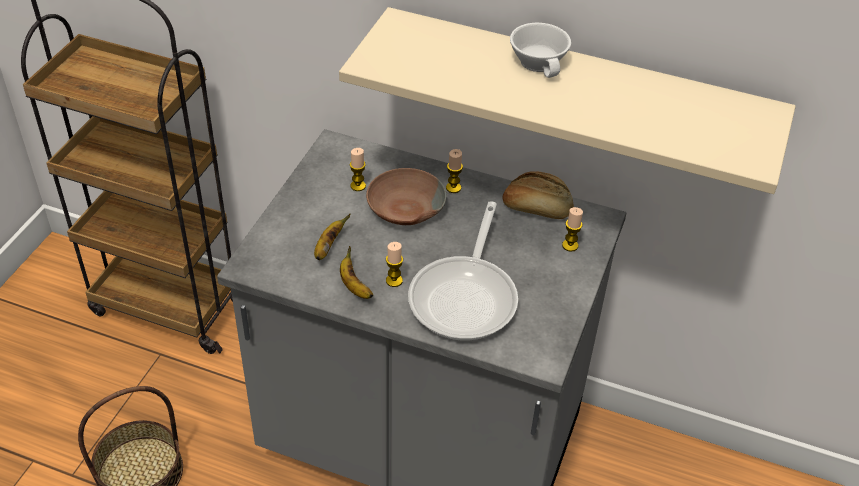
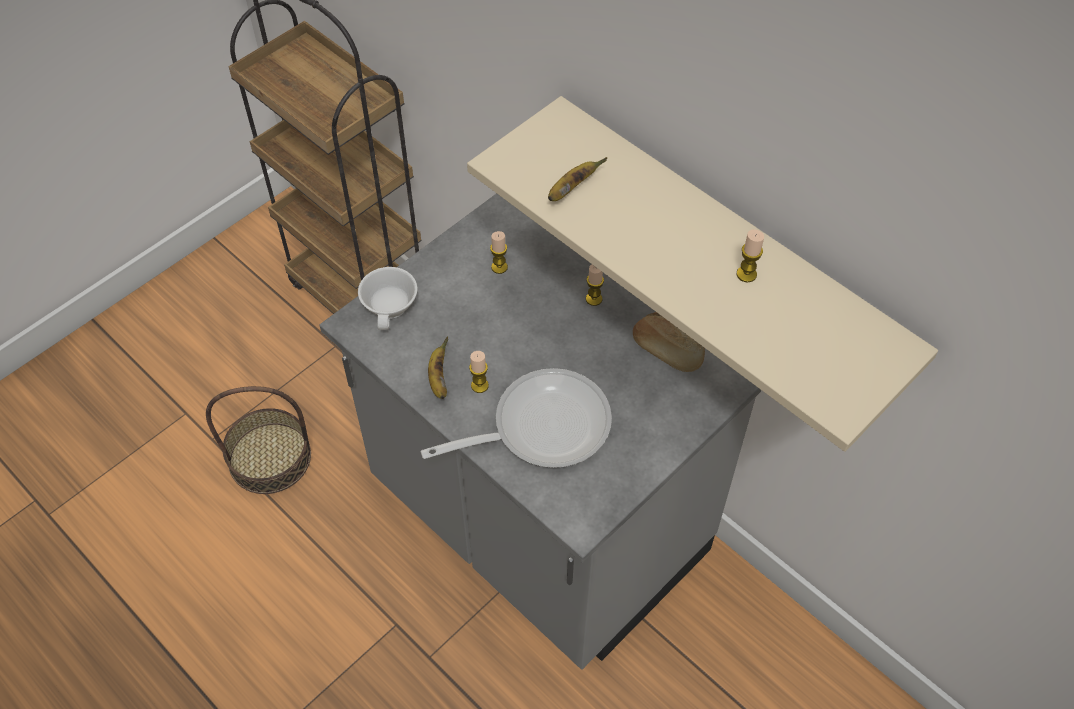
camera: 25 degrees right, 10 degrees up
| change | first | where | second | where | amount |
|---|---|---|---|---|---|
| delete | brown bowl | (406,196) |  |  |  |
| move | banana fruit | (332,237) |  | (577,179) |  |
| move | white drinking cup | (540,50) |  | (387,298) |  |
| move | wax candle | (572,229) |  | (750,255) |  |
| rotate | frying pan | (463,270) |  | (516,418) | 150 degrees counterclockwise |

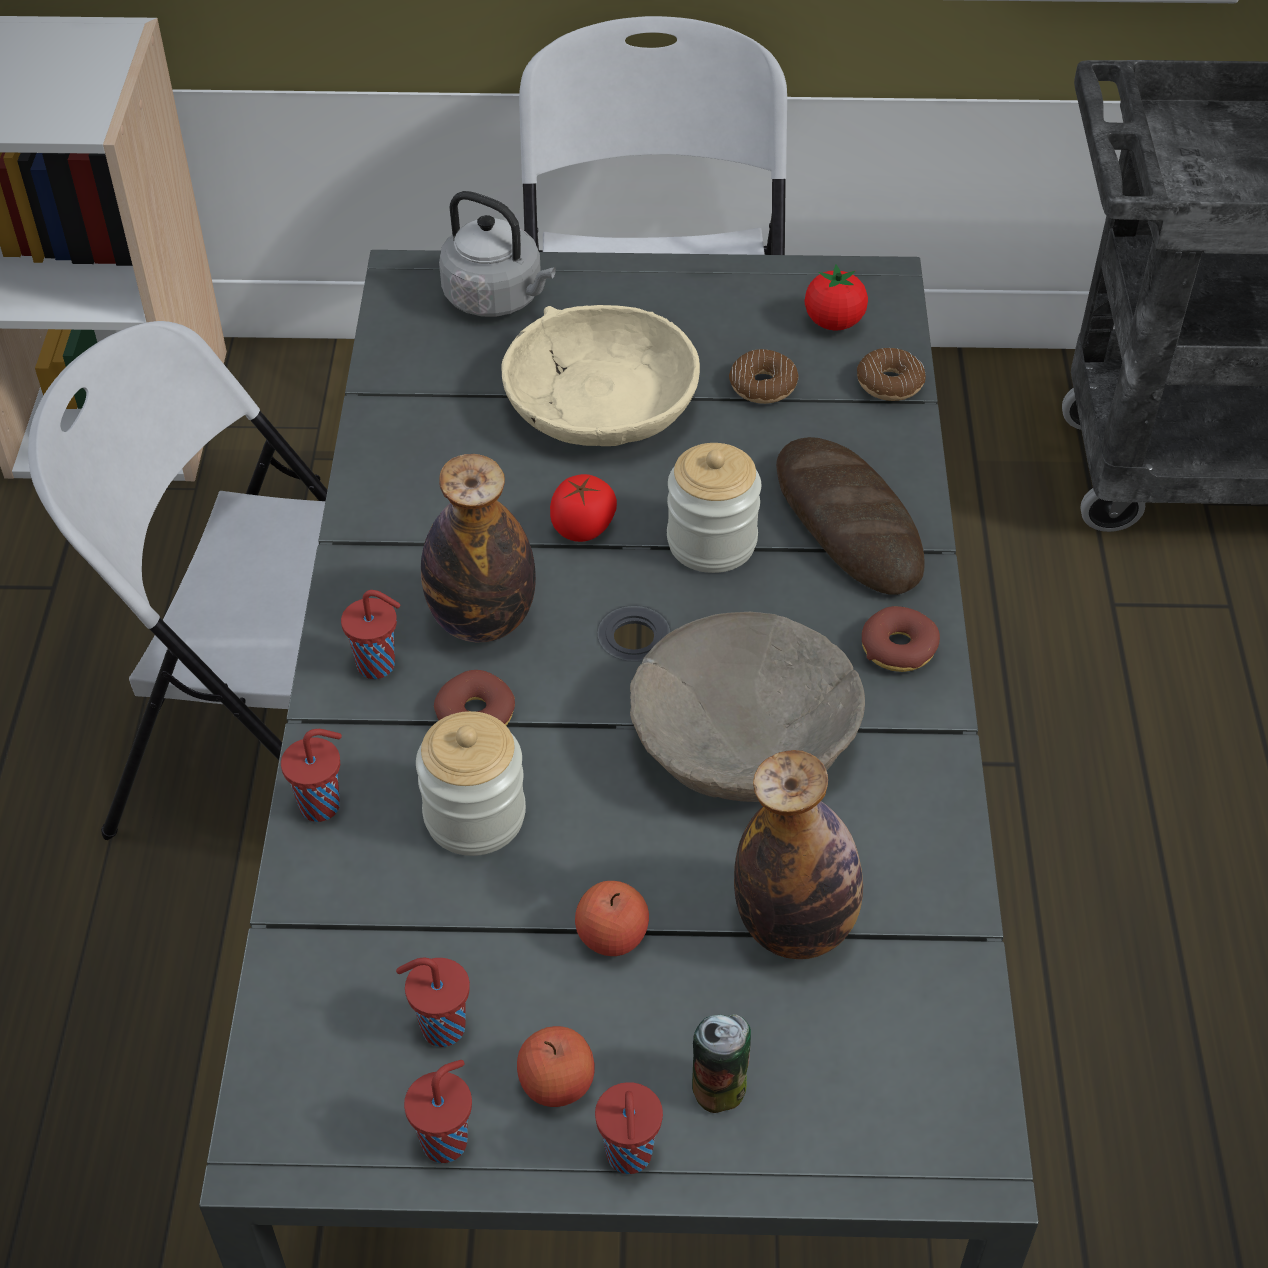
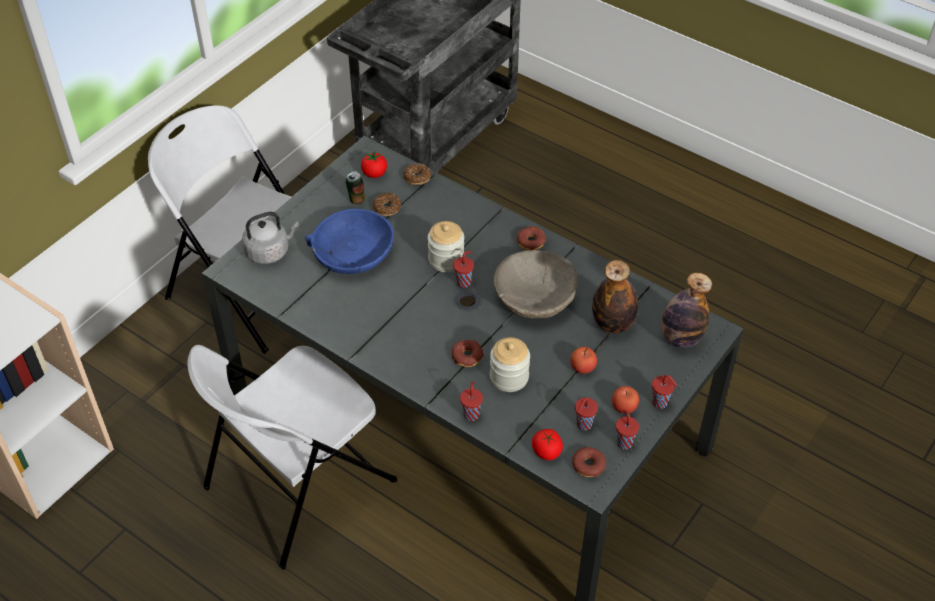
camera: 55 degrees left, 0 degrees up
| change | first | where | second | where | amount |
|---|---|---|---|---|---|
| delete | bakery bread | (850,516) |  |  |  |
| insert |  |  | donut | (589,462) |  |
| move | red drinking cup | (370,634) |  | (463,269) |  |
| move | bottle | (478,548) |  | (687,310) |  |
| move | tomato | (583,508) |  | (547,444) |  |
| move | sealed can | (721,1063) |  | (355,187) |  |
| recolor | sand-coloured bowl | (600,375) | blue-coloured bowl | (349,241) |  |

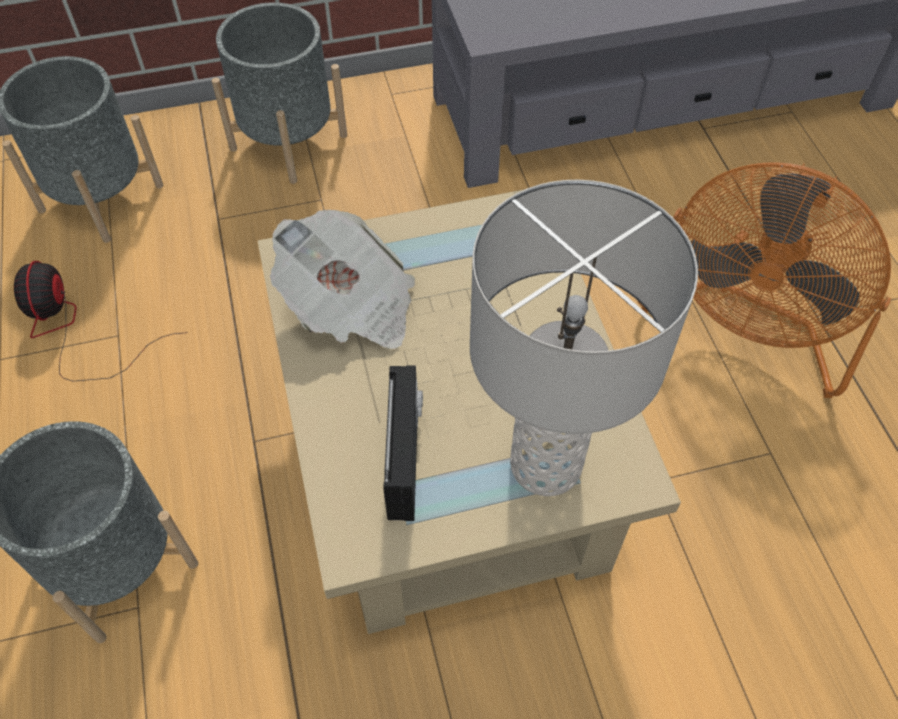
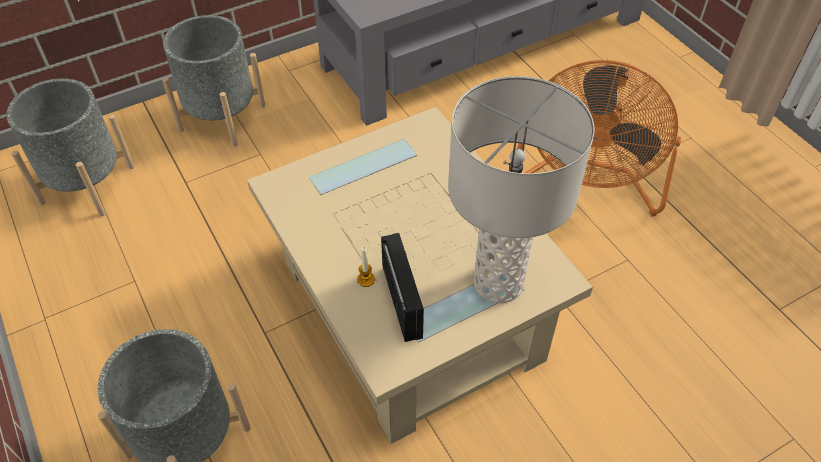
camera: 15 degrees left, 5 degrees down
| change | first | where | second | where | amount |
|---|---|---|---|---|---|
| delete | cooling fan | (101,321) |  |  |  |
| delete | newspaper | (342,279) |  |  |  |
| insert |  |  | wax candle | (366,267) |  |

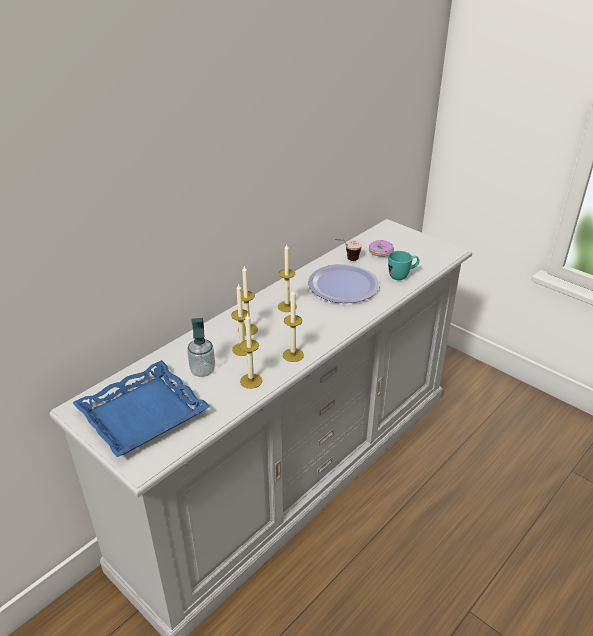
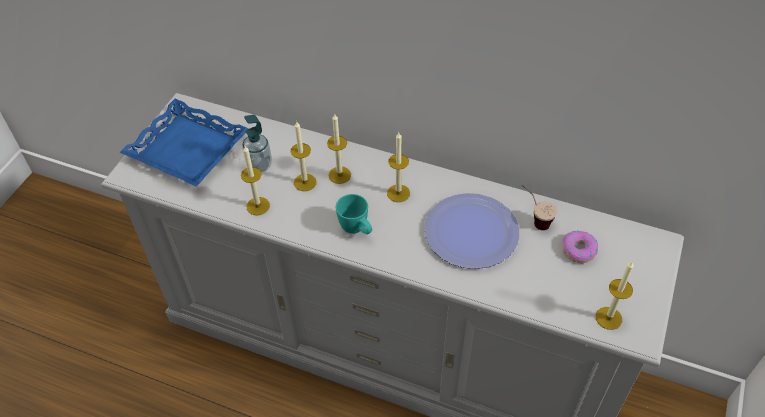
camera: 70 degrees right, 15 degrees up
| change | first | where | second | where | amount |
|---|---|---|---|---|---|
| move | wax candle | (293,326) |  | (615,296) |  |
| move | turquoise mug | (404,265) |  | (354,214) |  |

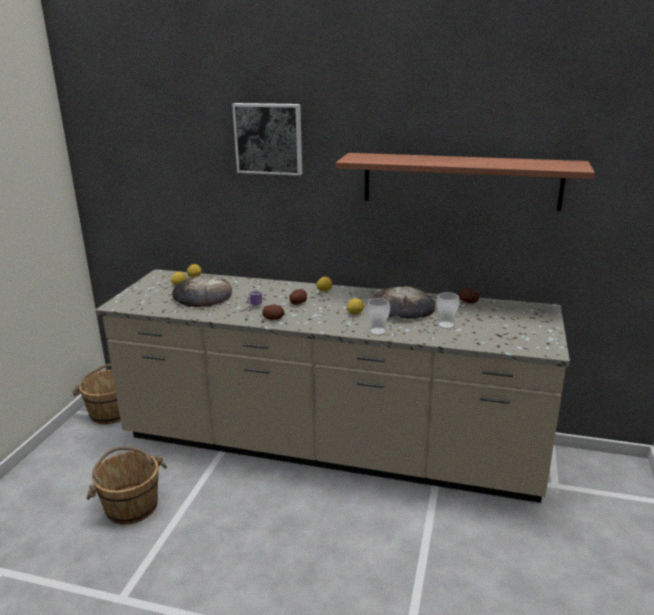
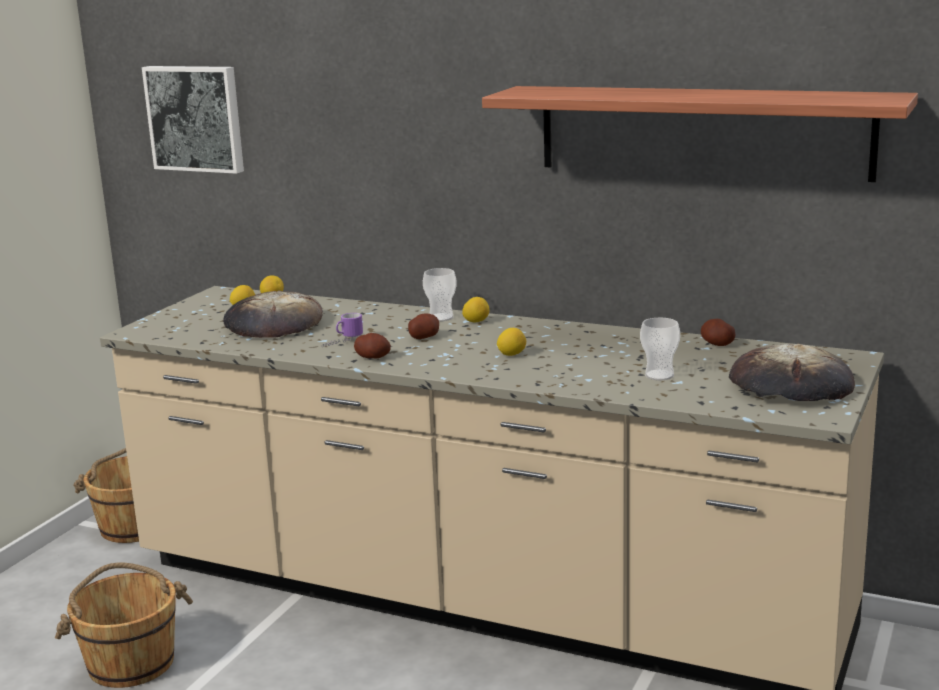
camera: 10 degrees right, 5 degrees down
| change | first | where | second | where | amount |
|---|---|---|---|---|---|
| move | picture | (267,139) |  | (193,120) |  |
| move | drinking cup | (378,316) |  | (440,294) |  |
| move | bakery bread | (403,302) |  | (792,372) |  |

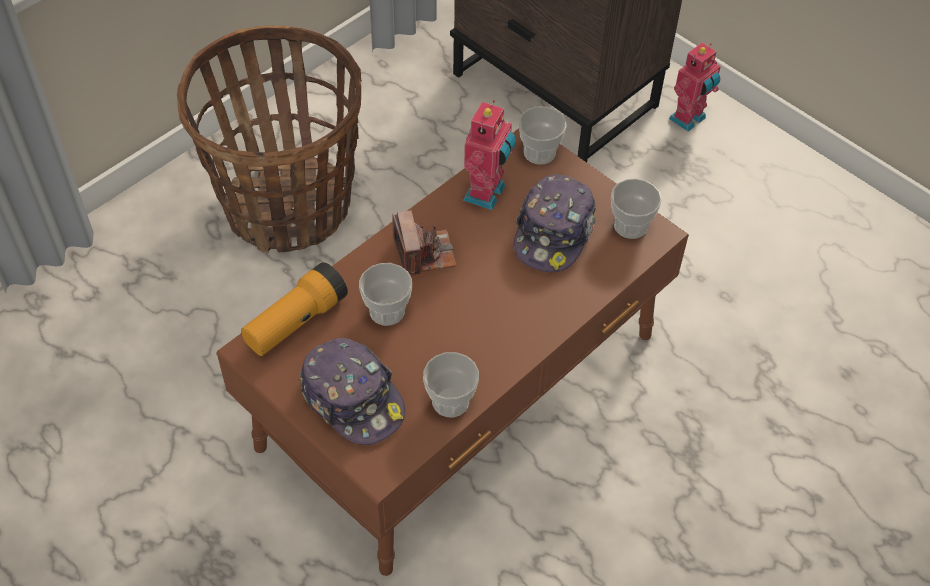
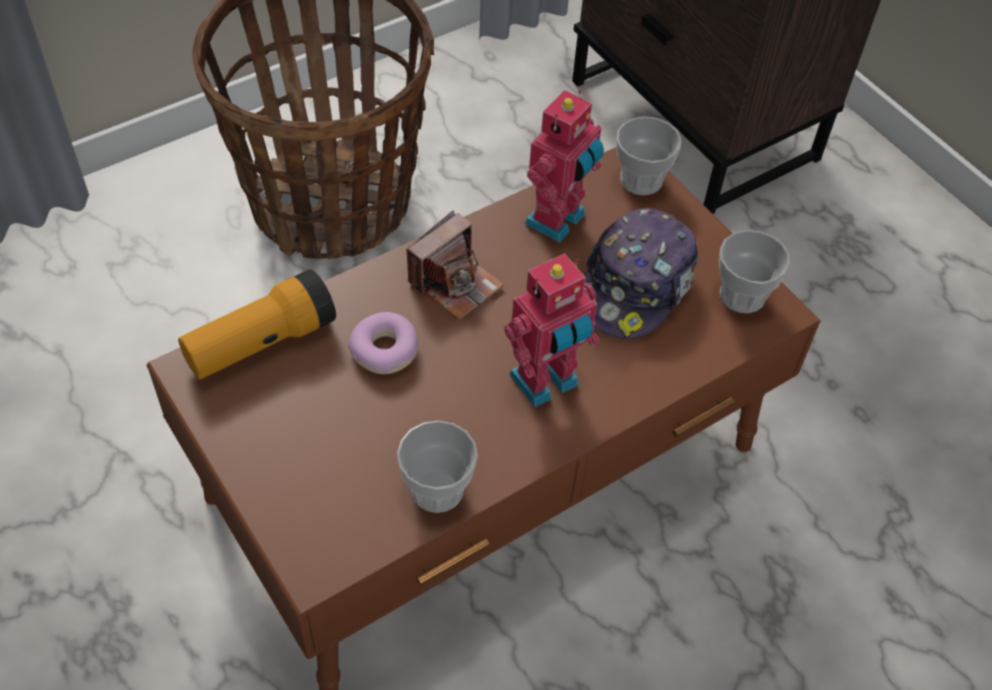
camera: 10 degrees right, 0 degrees up
| change | first | where | second | where | amount |
|---|---|---|---|---|---|
| delete | baseball cap | (352,391) |  |  |  |
| move | robot figure | (695,87) |  | (551,330) |  |
| replace | drinking cup | (385,294) | donut | (383,343) |  |
| rotate | photo camera | (424,244) |  | (455,265) | 45 degrees clockwise |

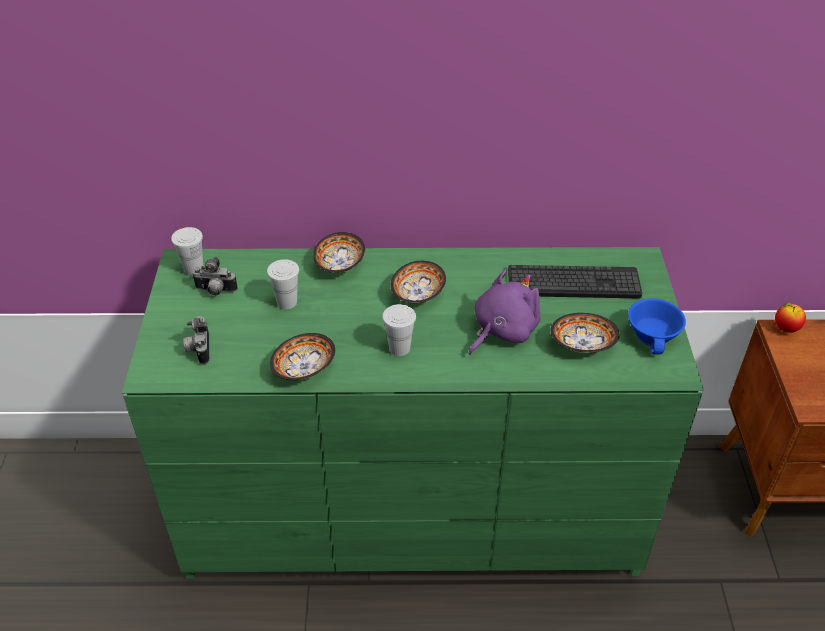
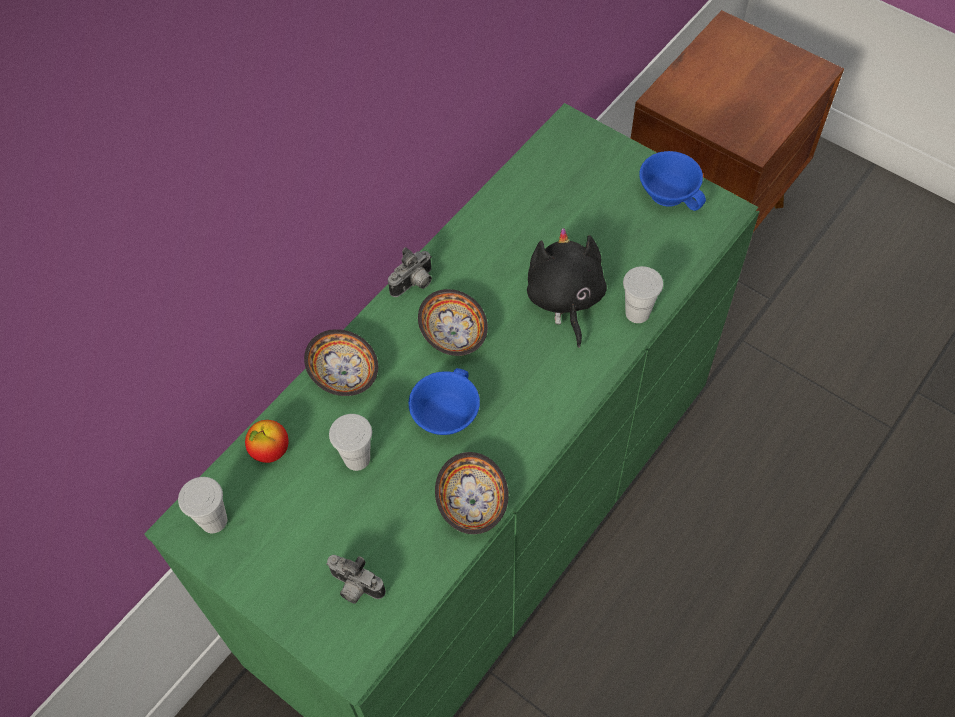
camera: 50 degrees left, 15 degrees up
| change | first | where | second | where | amount |
|---|---|---|---|---|---|
| delete | keyboard | (575,282) |  |  |  |
| delete | bowl | (585,333) |  |  |  |
| insert |  |  | blue-coloured drinking cup | (444,401) |  |
| move | photo camera | (215,276) |  | (410,272) |  |
| move | white drinking cup | (399,330) |  | (643,294) |  |
| move | whole apple | (790,317) |  | (267,441) |  |
| recolor | purple-coloured cuddly toy | (504,312) | blackish cuddly toy | (567,288) |  |

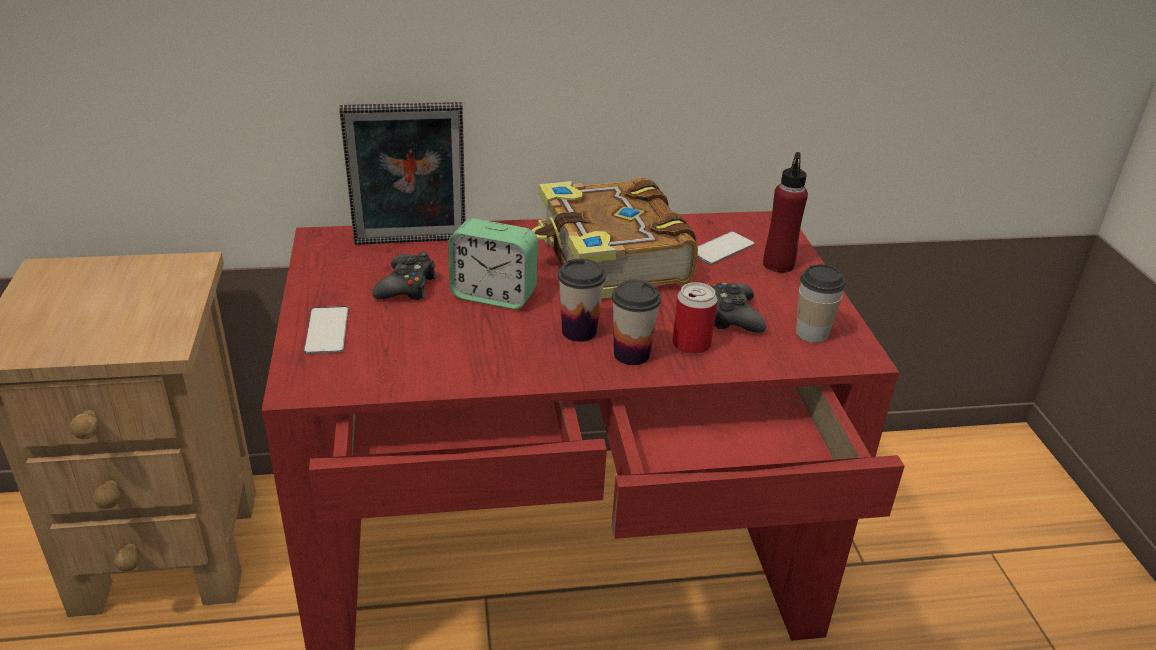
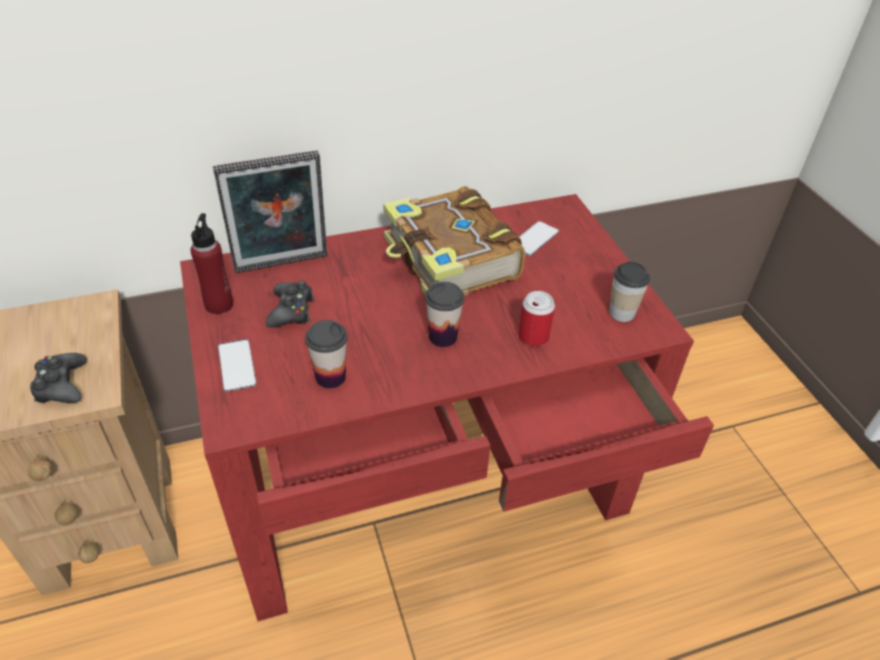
camera: 10 degrees left, 10 degrees up
| change | first | where | second | where | amount |
|---|---|---|---|---|---|
| delete | bedside clock | (493,264) |  |  |  |
| move | drinking cup | (636,322) |  | (326,354) |  |
| move | blackish joypad | (738,308) |  | (58,378) |  |
| move | red bottle | (785,212) |  | (212,263) |  |

